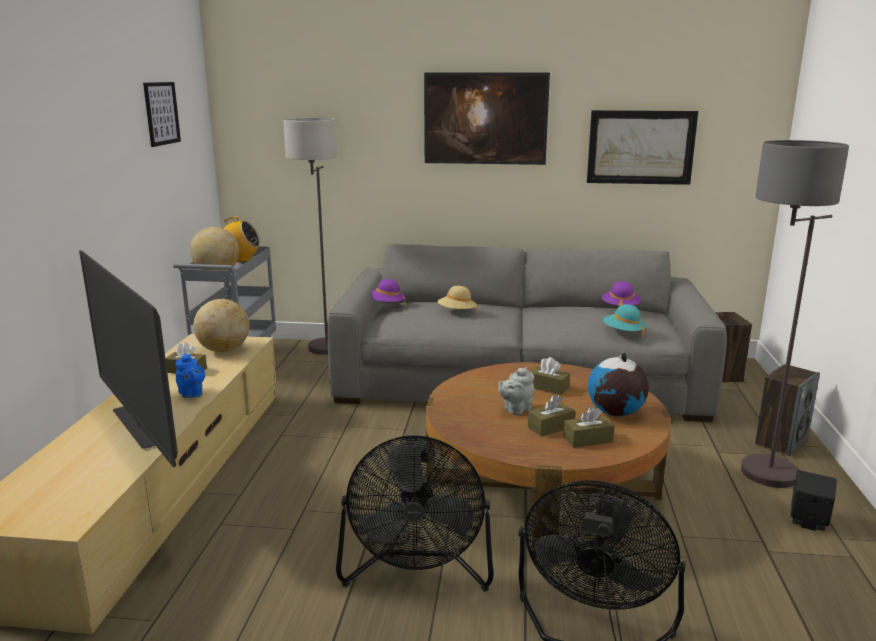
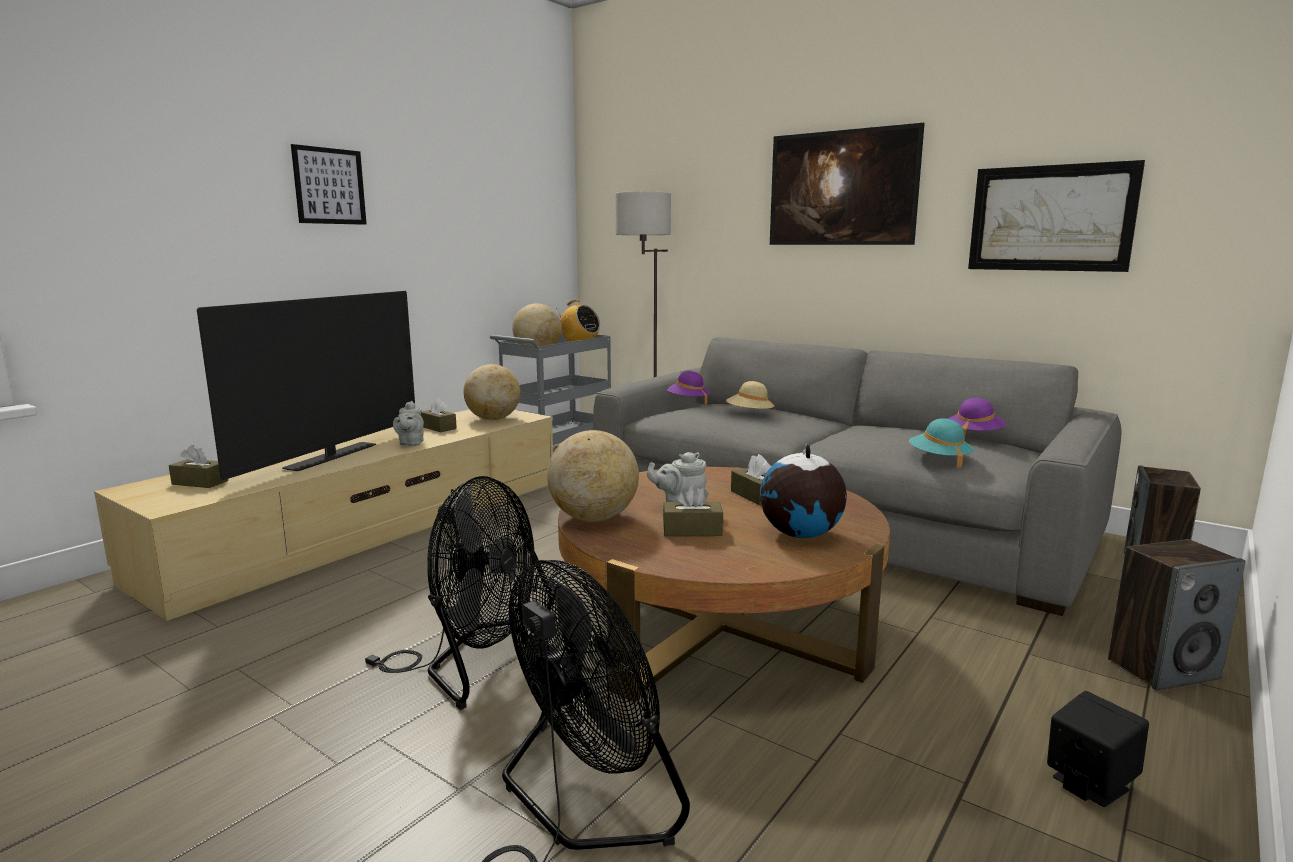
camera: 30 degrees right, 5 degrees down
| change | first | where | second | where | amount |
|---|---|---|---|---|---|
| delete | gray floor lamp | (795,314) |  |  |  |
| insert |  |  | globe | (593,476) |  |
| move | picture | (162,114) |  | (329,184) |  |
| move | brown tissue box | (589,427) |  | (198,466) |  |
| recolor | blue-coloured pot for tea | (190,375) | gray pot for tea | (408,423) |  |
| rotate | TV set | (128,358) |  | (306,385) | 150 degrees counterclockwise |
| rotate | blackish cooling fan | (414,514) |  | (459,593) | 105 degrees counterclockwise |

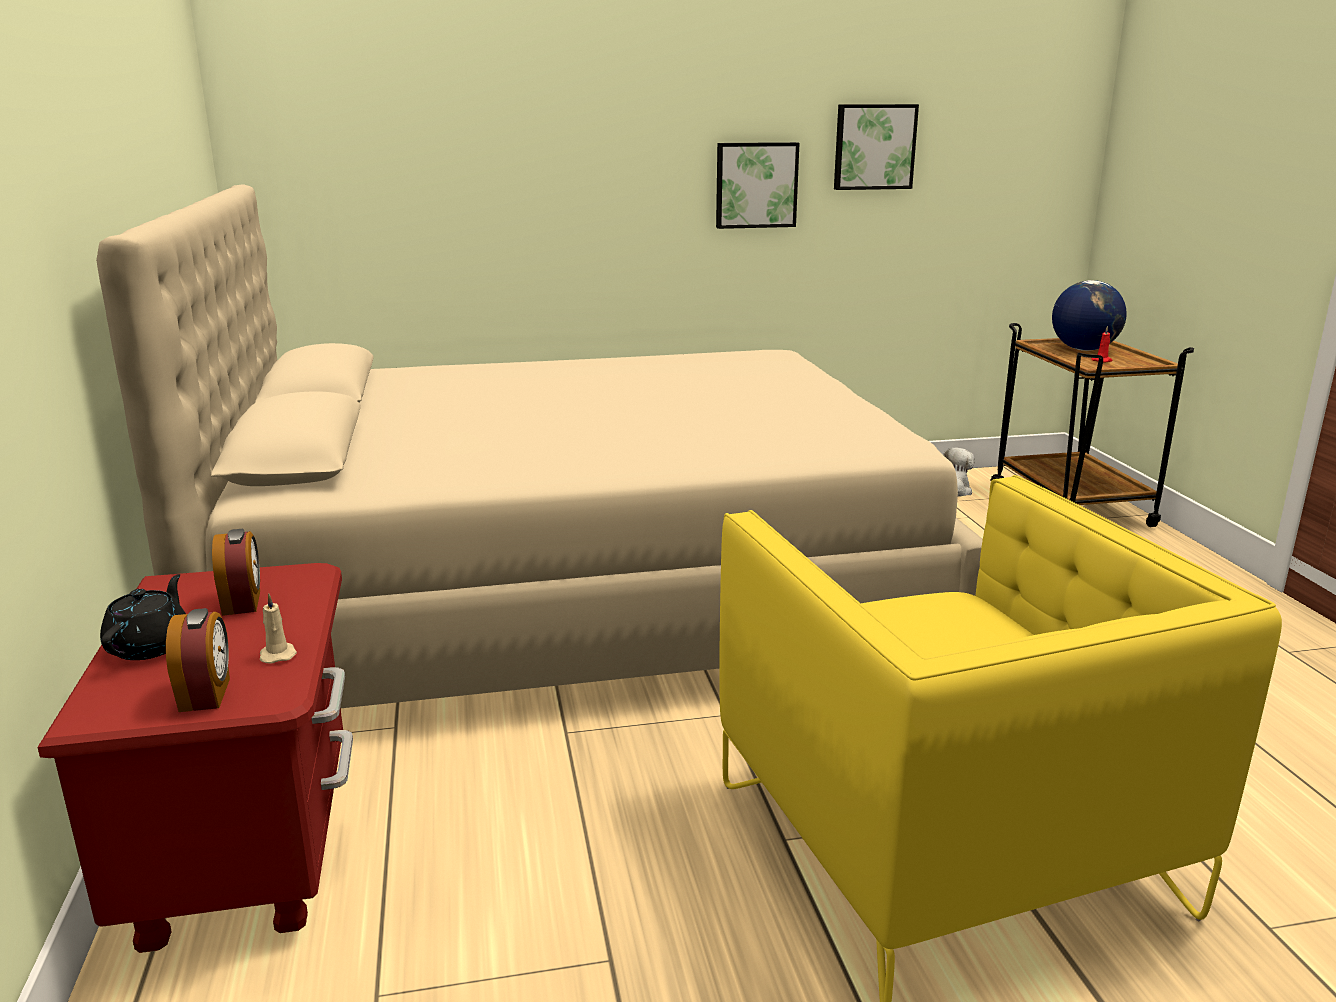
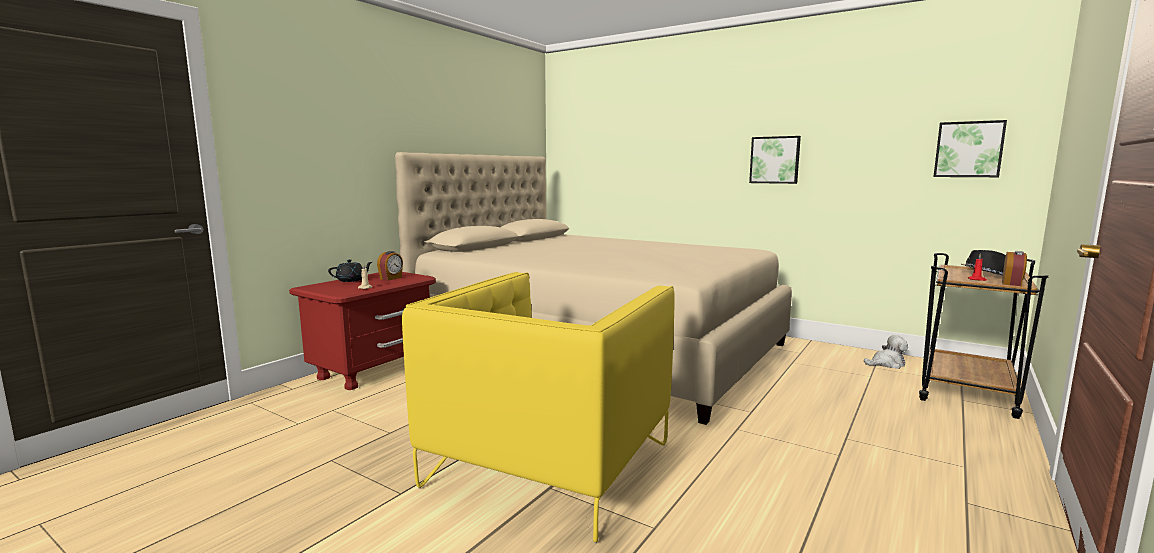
camera: 45 degrees right, 10 degrees down
| change | first | where | second | where | amount |
|---|---|---|---|---|---|
| move | bedside clock | (198,660) |  | (1014,268) |  |
| move | picture | (876,147) |  | (970,148) |  |
| replace | globe | (1089,315) | blackish clothing hat | (984,263) |  |

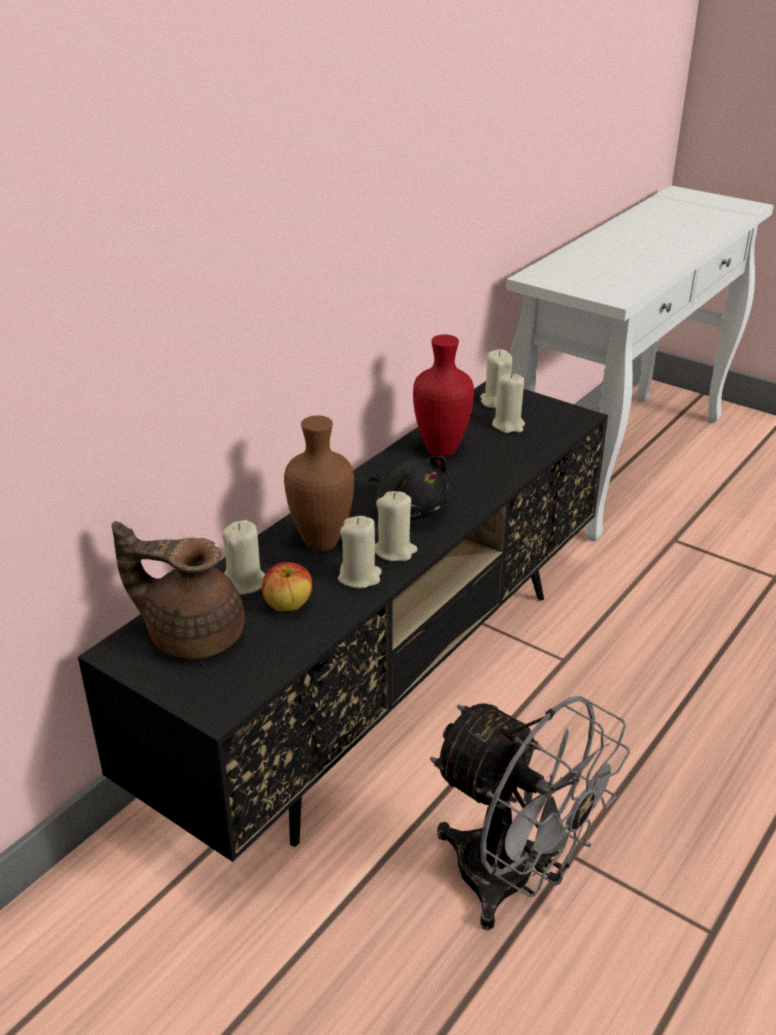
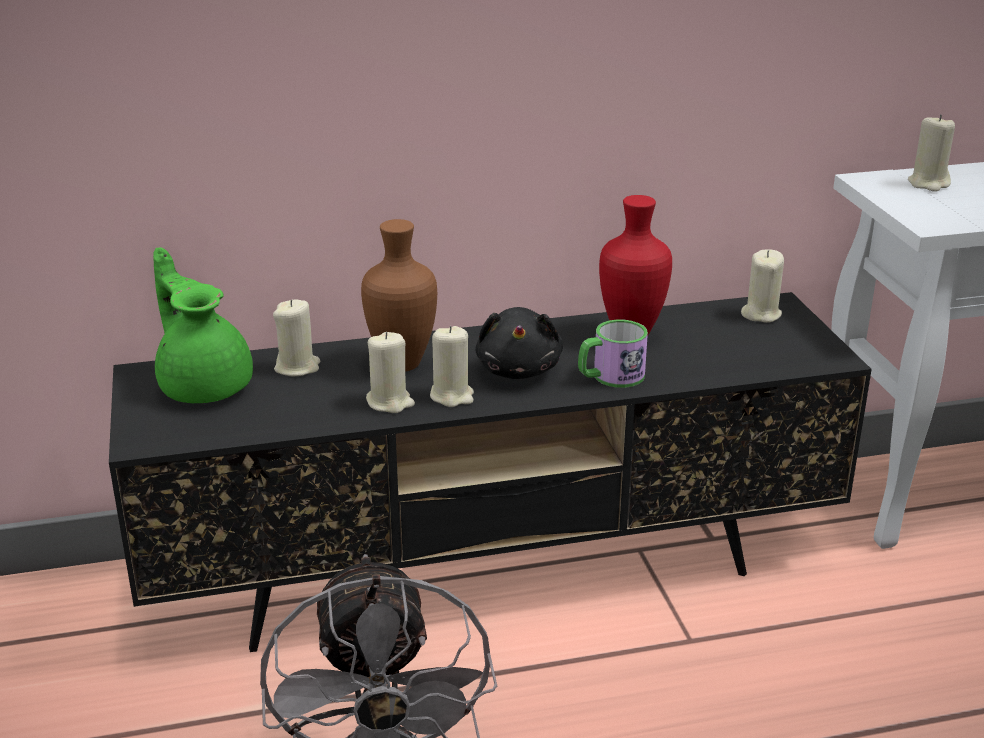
camera: 40 degrees right, 5 degrees down
| change | first | where | second | where | amount |
|---|---|---|---|---|---|
| delete | whole apple | (286,586) |  |  |  |
| insert |  |  | mug | (613,354) |  |
| move | sand-coloured wax candle | (508,403) |  | (931,153) |  |
| recolor | brown pot for tea | (178,590) | greenish pot for tea | (203,325) |  |

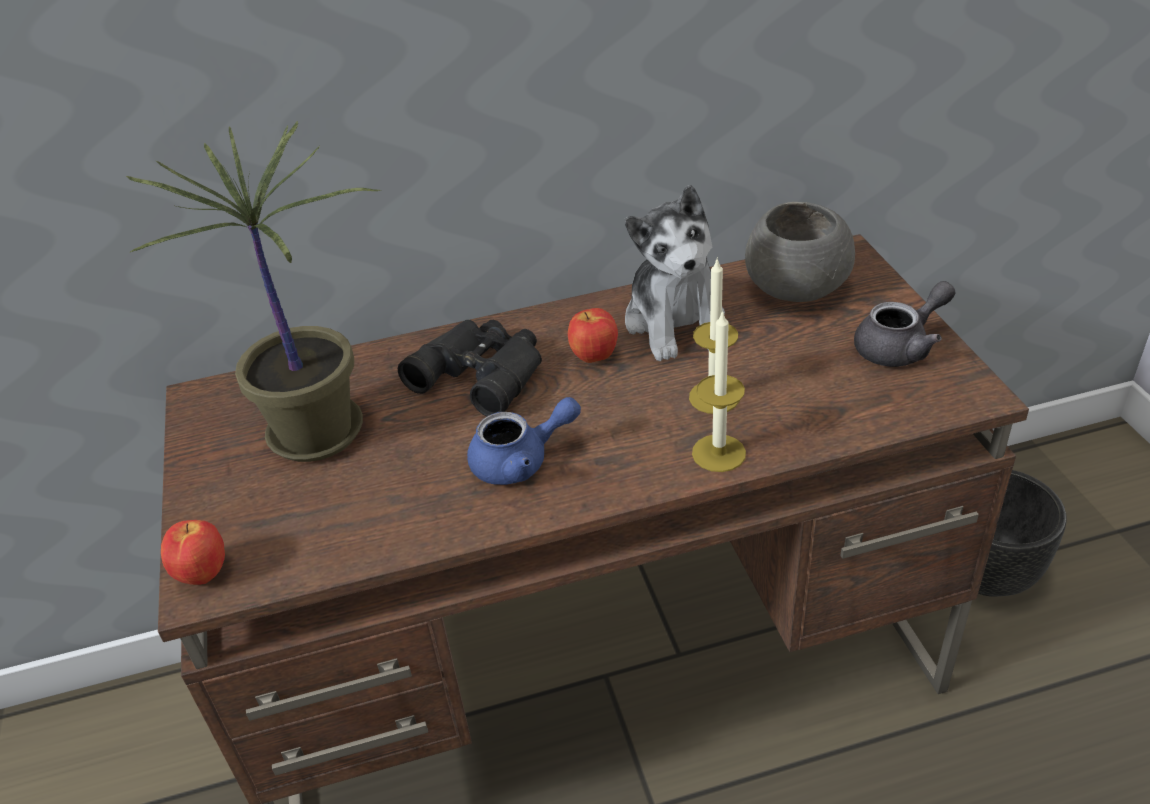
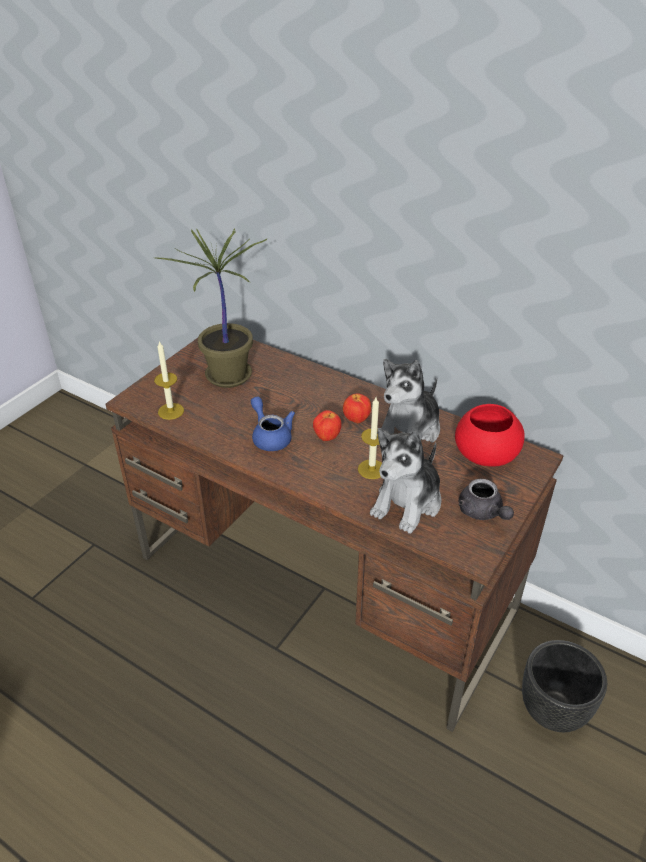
camera: 45 degrees right, 0 degrees up
| change | first | where | second | where | amount |
|---|---|---|---|---|---|
| delete | blackish field glasses | (470,368) |  |  |  |
| insert |  |  | cuddly toy | (405,480) |  |
| move | whole apple | (193,552) |  | (327,425) |  |
| move | wax candle | (719,391) |  | (169,380) |  |
| recolor | gray bowl | (800,252) | red bowl | (490,435) |  |
| rotate | blue-coloured pot for tea | (524,441) |  | (273,423) | 150 degrees counterclockwise |
| rotate | gray pot for tea | (904,324) |  | (486,499) | 45 degrees clockwise |

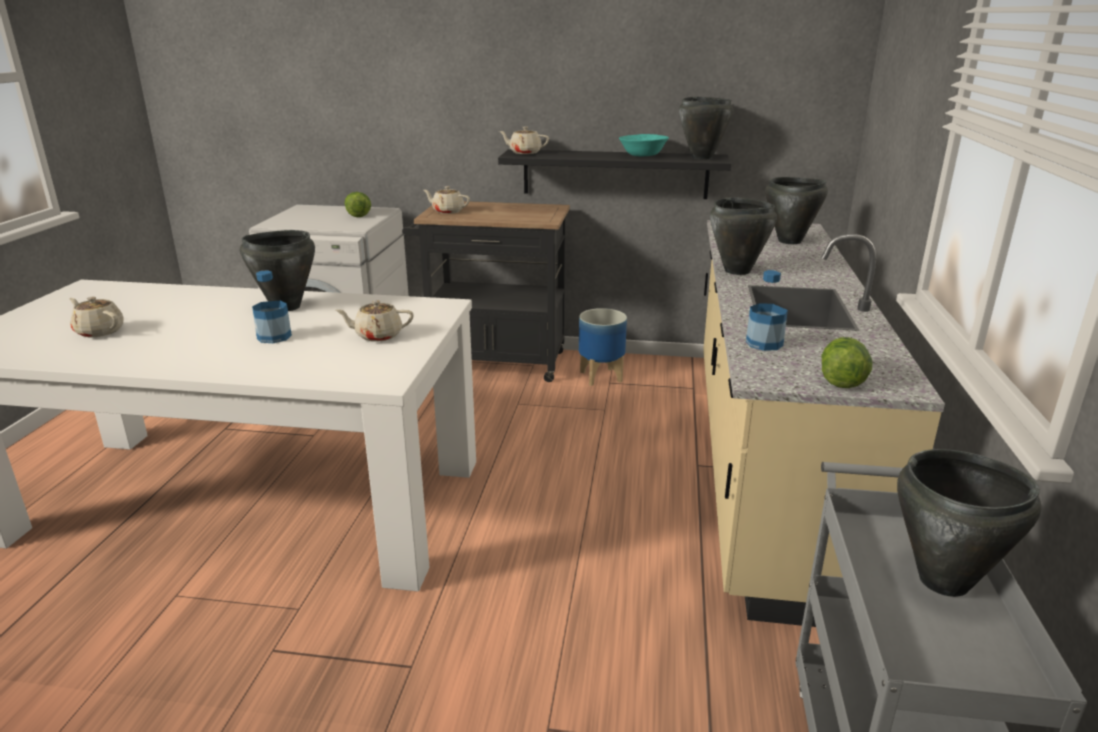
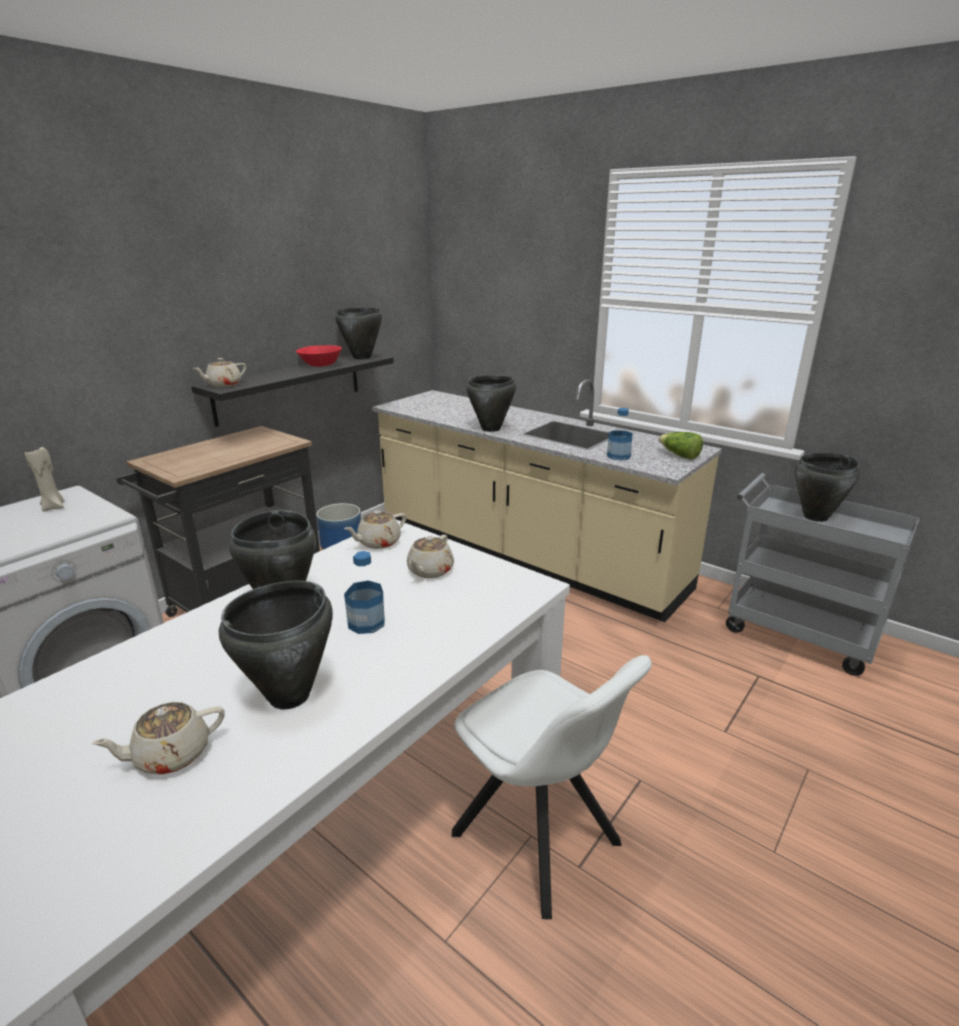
camera: 60 degrees left, 0 degrees up
| change | first | where | second | where | amount |
|---|---|---|---|---|---|
| insert |  |  | white plain chair | (552,787) |  |
| move | sand-coloured pot for tea | (447,200) |  | (375,529) |  |
| move | blackish cooking pot | (796,210) |  | (276,644) |  |
| replace | head of lettuce | (358,204) | sand-coloured wax candle | (44,478) |  |
| recolor | turquoise bowl | (644,145) | red bowl | (319,356) |  |

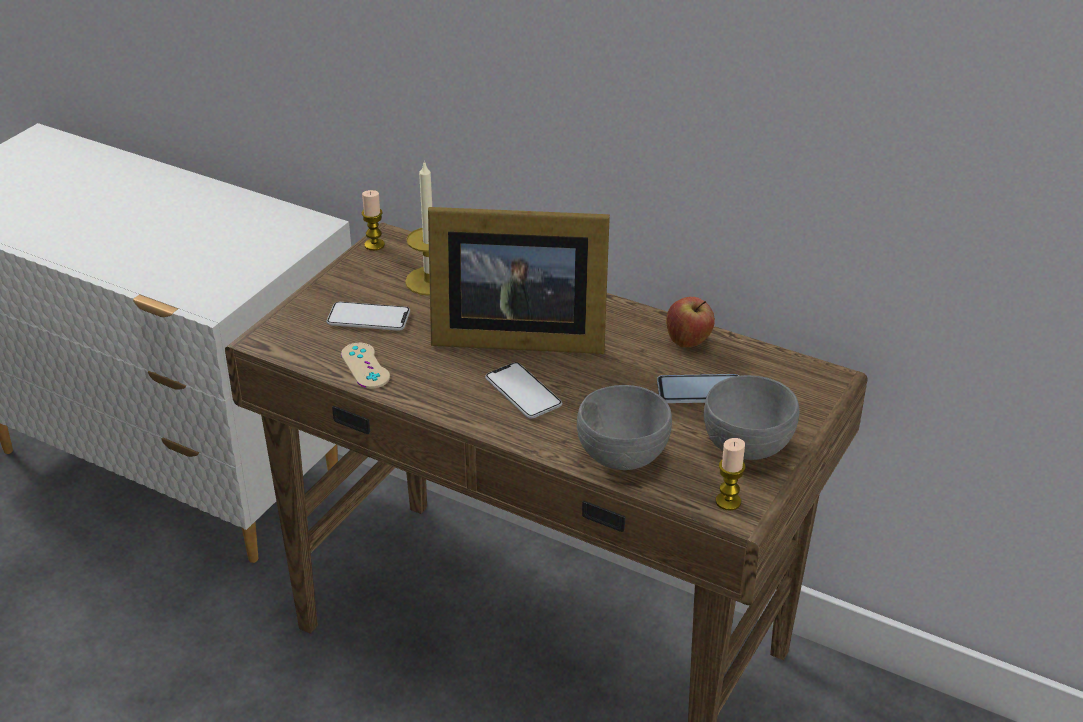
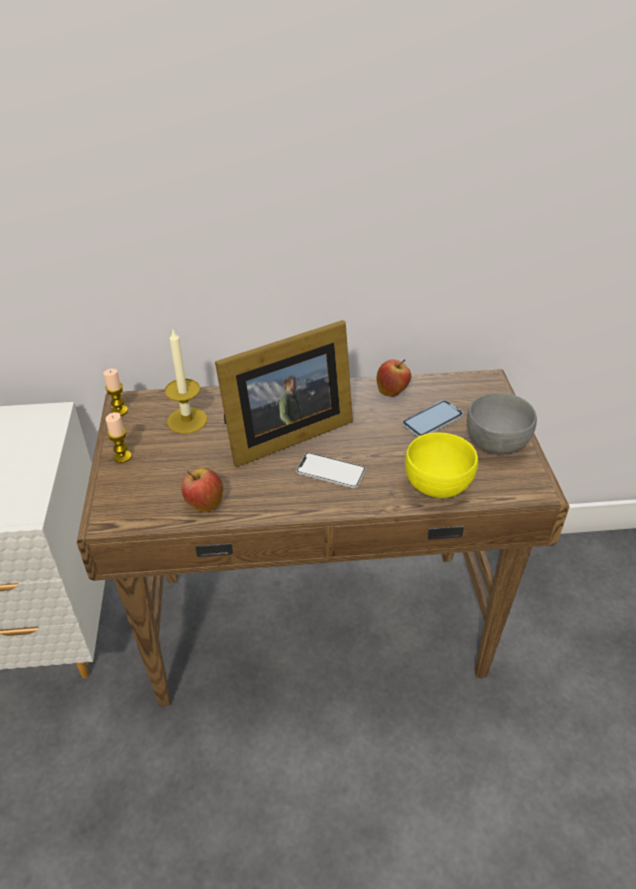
camera: 35 degrees left, 5 degrees up
| change | first | where | second | where | amount |
|---|---|---|---|---|---|
| delete | handset | (368,316) |  |  |  |
| move | wax candle | (730,474) |  | (119,437) |  |
| replace | sand-coloured joypad | (365,366) | whole apple | (202,490) |  |
| recolor | gray bowl | (624,427) | yellowish bowl | (441,465) |  |

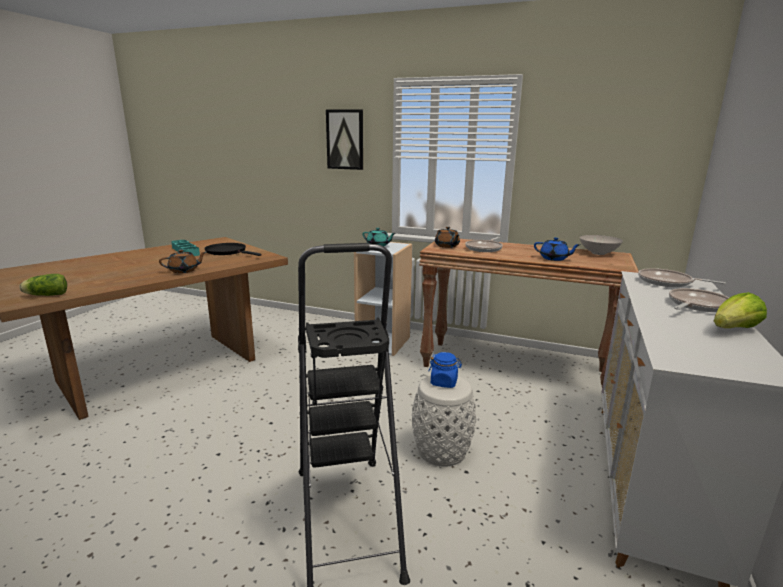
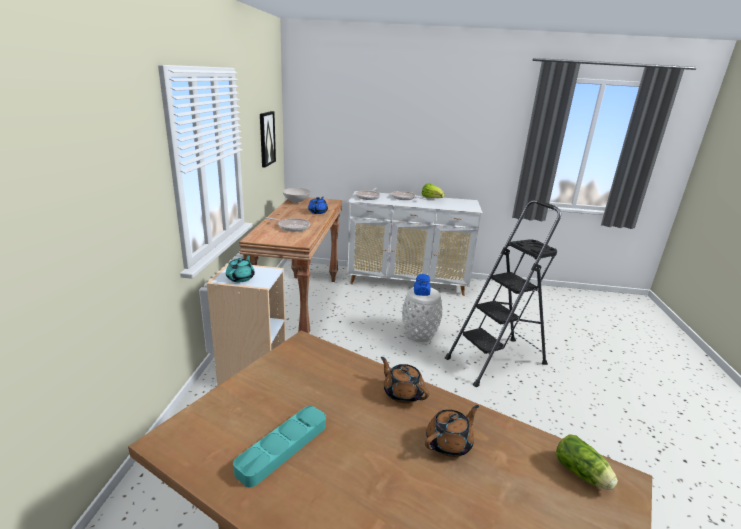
camera: 105 degrees left, 5 degrees up
| change | first | where | second | where | amount |
|---|---|---|---|---|---|
| delete | blackish frying pan | (232,249) |  |  |  |
| move | picture | (344,139) |  | (268,139) |  |
| move | brown pot for tea | (447,237) |  | (452,431) |  |

